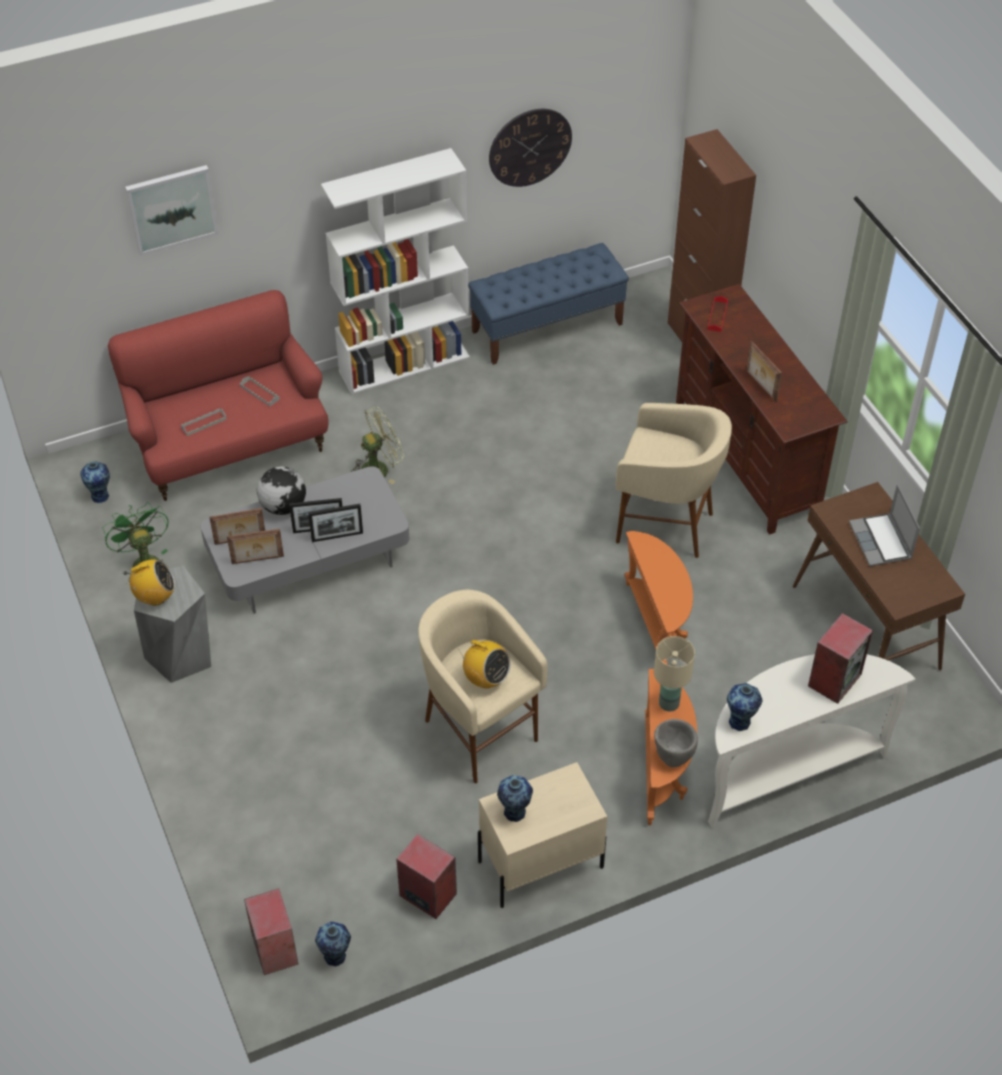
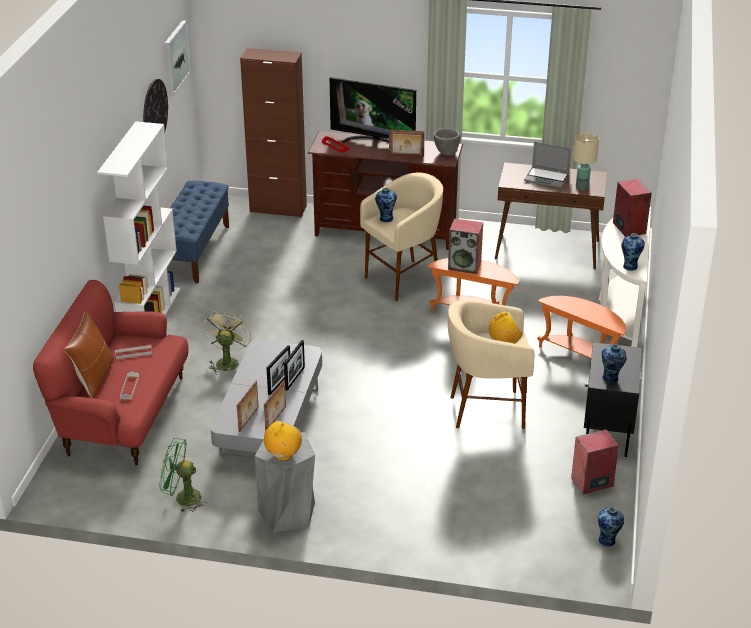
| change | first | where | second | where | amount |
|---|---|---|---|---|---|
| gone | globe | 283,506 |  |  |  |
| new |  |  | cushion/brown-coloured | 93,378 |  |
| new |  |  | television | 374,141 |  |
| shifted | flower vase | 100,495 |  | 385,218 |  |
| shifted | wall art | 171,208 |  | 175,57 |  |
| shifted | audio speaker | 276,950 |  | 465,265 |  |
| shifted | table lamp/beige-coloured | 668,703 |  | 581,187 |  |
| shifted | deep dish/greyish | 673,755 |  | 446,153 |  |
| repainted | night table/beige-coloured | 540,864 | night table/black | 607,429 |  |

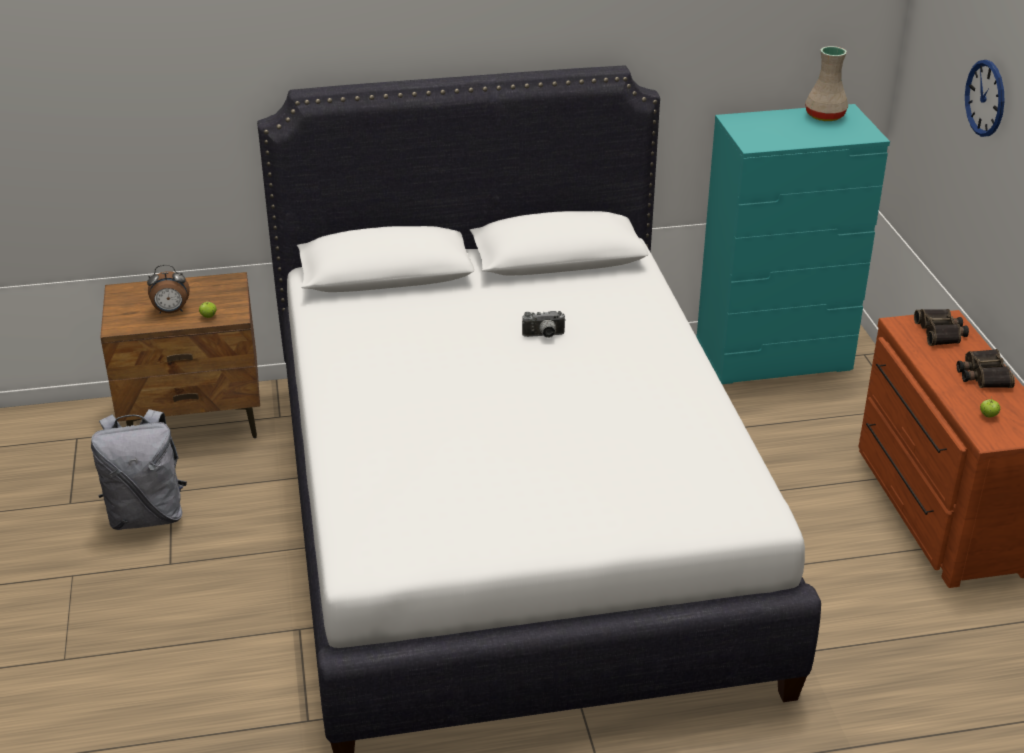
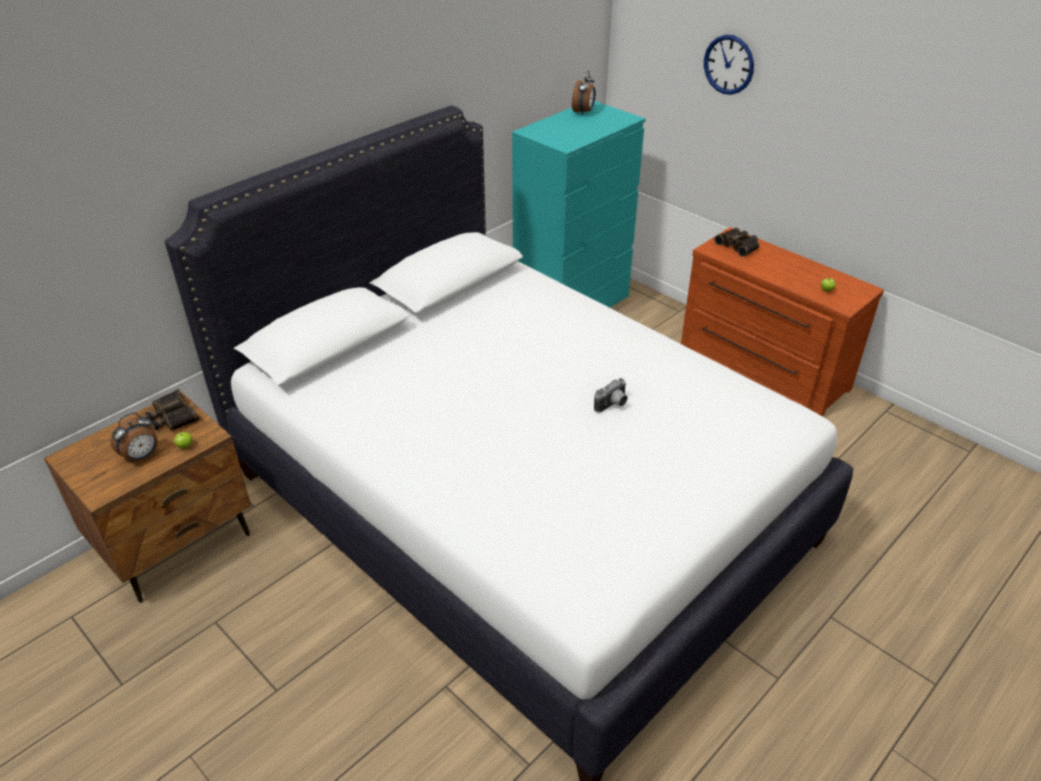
| change | first | where | second | where | amount |
|---|---|---|---|---|---|
| gone | knapsack/greyish | 147,515 |  |  |  |
| shifted | still camera | 544,336 |  | 613,405 |  |
| shifted | binoculars | 982,375 |  | 172,416 |  |
| swapped | flower vase/beige-coloured | 824,115 | bedside clock | 583,112 |  |

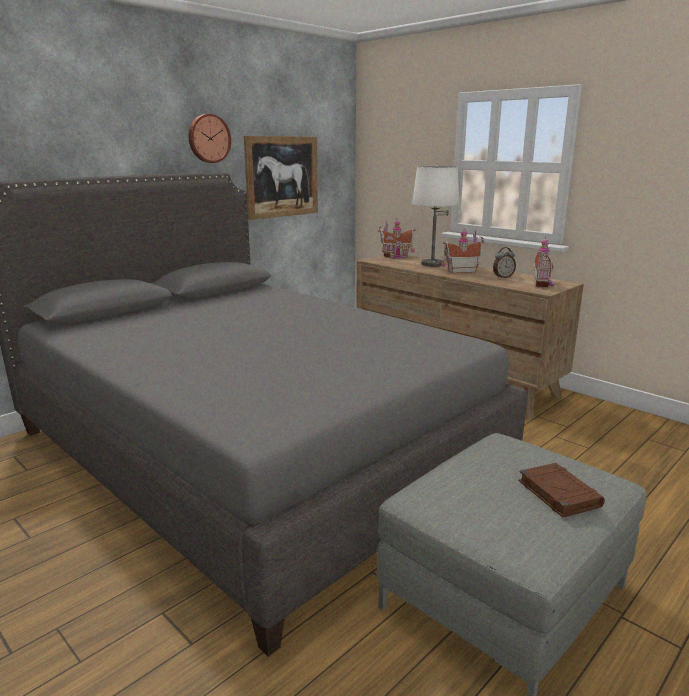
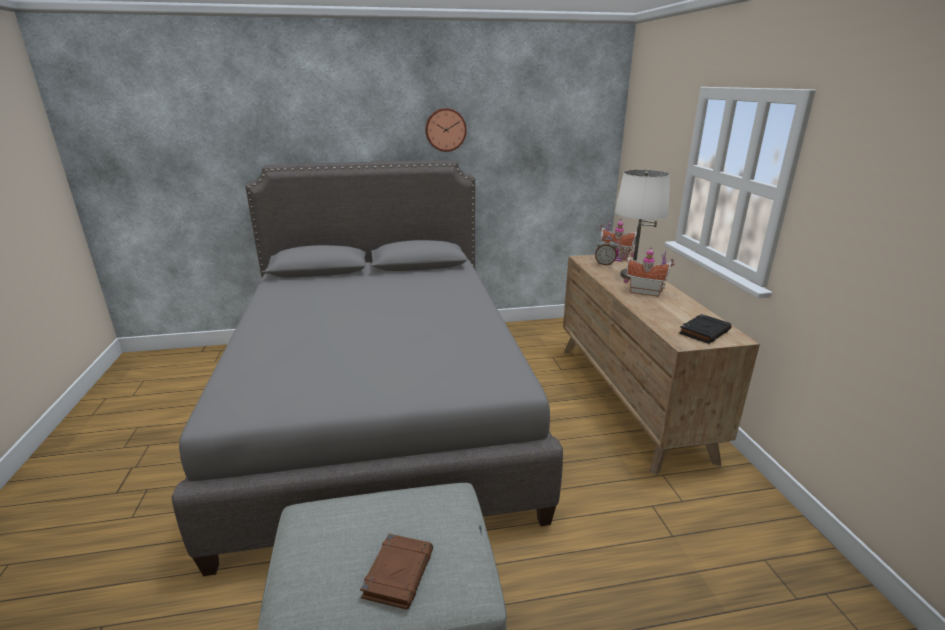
| change | first | where | second | where | amount |
|---|---|---|---|---|---|
| gone | wall art | 282,177 |  |  |  |
| shifted | bedside clock | 503,277 |  | 604,264 |  |
| swapped | model house | 543,284 | volume/black | 704,332 |  |

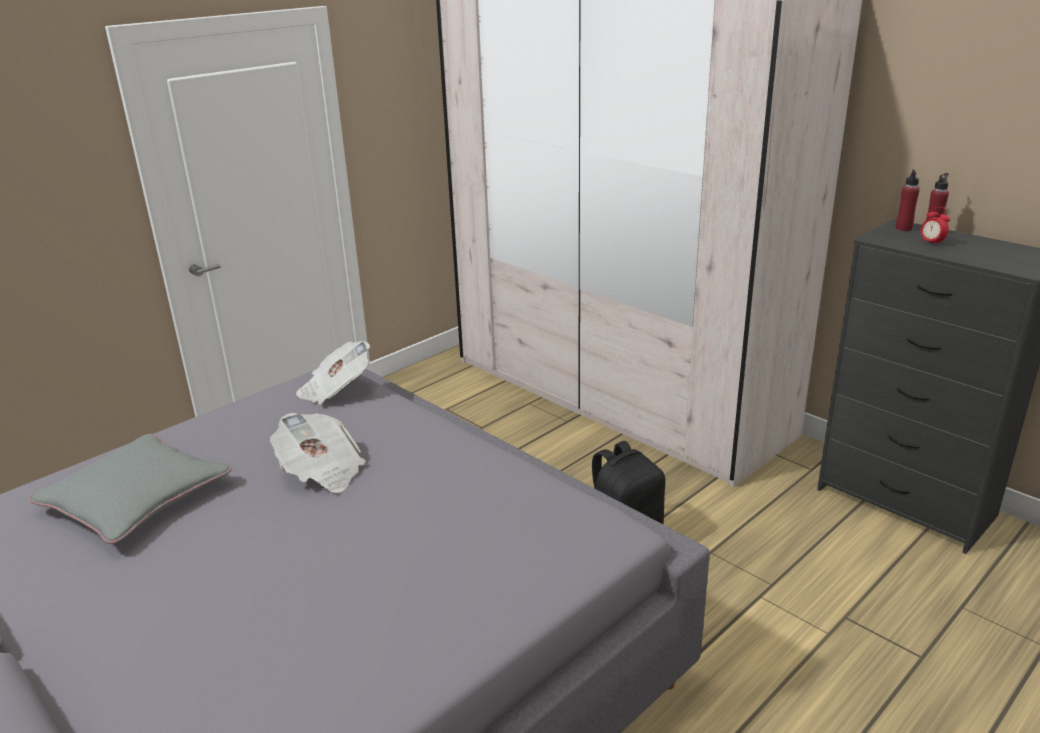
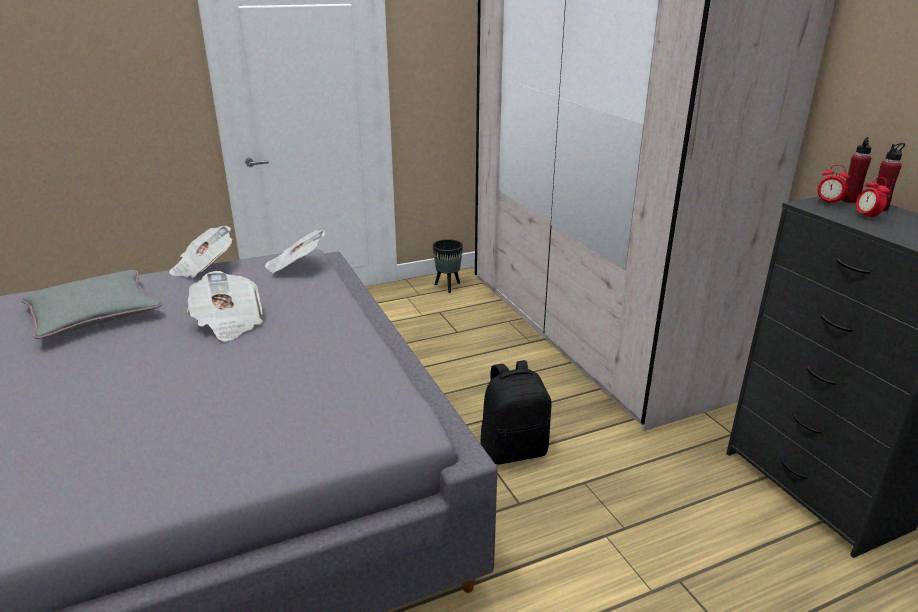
| change | first | where | second | where | amount |
|---|---|---|---|---|---|
| new |  |  | printed paper | 203,268 |  |
| new |  |  | plant pot/black | 448,286 |  |
| new |  |  | bedside clock | 828,203 |  |

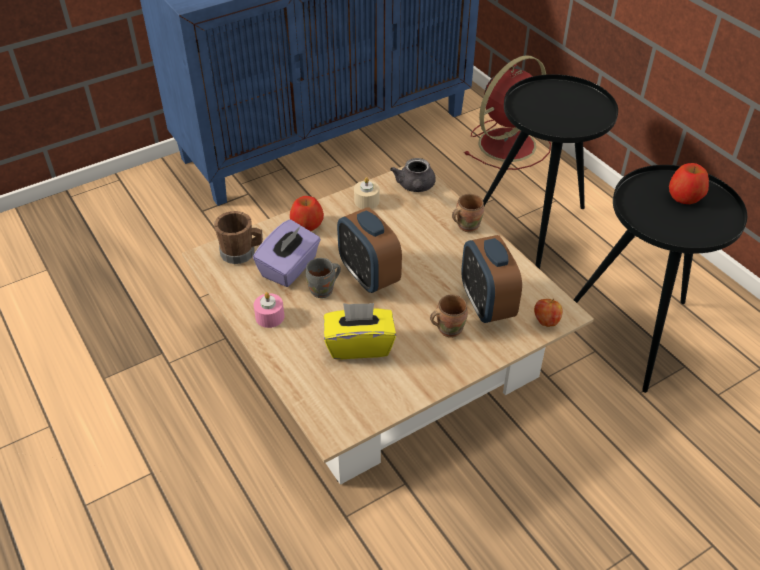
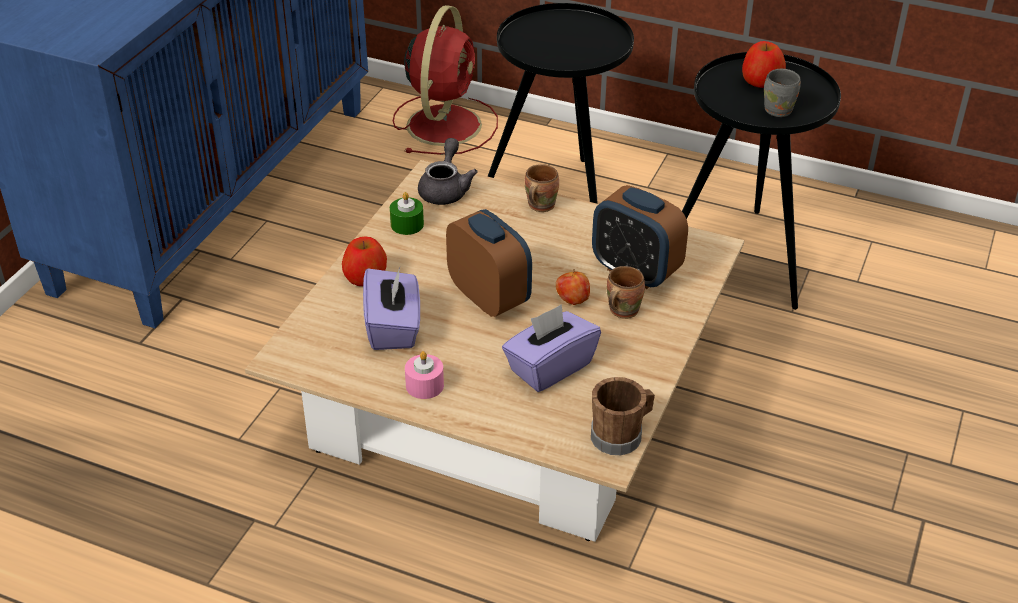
| change | first | where | second | where | amount |
|---|---|---|---|---|---|
| shifted | tea mug/brown-coloured | 242,253 |  | 621,435 |  |
| shifted | tea mug/greyish | 324,291 |  | 780,110 |  |
| shifted | whole apple | 546,321 |  | 572,300 |  |
| repainted | tissue holder/yellowish | 359,345 | tissue holder/purplish | 550,367 |  |
| repainted | wax candle/beige-coloured | 366,201 | wax candle/green-coloured | 407,224 |  |
| rotated | bedside clock | 369,276 |  | 489,297 | 150 degrees counterclockwise |
| rotated | teapot/greyish | 415,187 |  | 446,189 | 135 degrees counterclockwise |

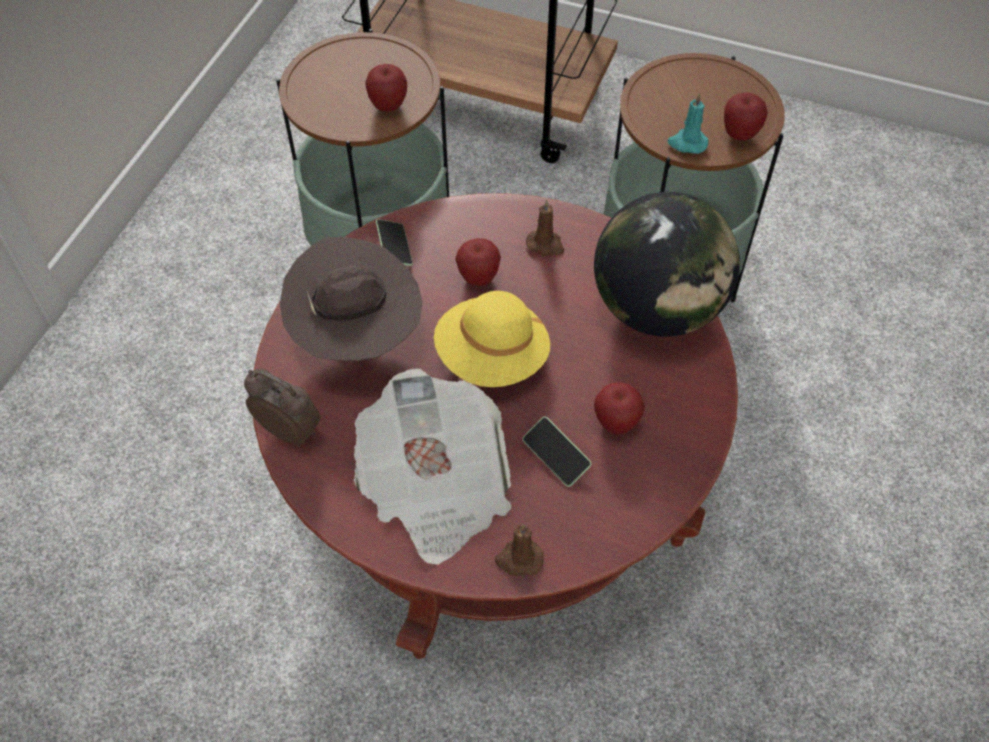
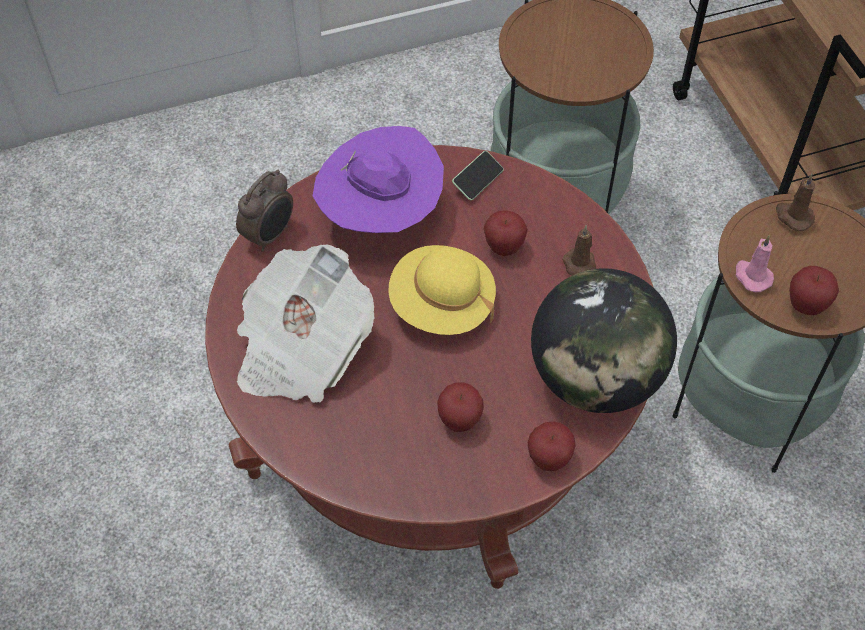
| change | first | where | second | where | amount |
|---|---|---|---|---|---|
| gone | telephone | 556,456 |  |  |  |
| shifted | whole apple | 388,106 |  | 549,460 |  |
| shifted | wax candle/brown-coloured | 519,559 |  | 793,216 |  |
| repainted | wearable hat/brown-coloured | 357,335 | wearable hat/purplish | 381,215 |  |
| repainted | wax candle/turquoise-coloured | 687,143 | wax candle/pinkish | 752,276 |  |
| rotated | bedside clock | 290,430 |  | 270,235 | 45 degrees clockwise |

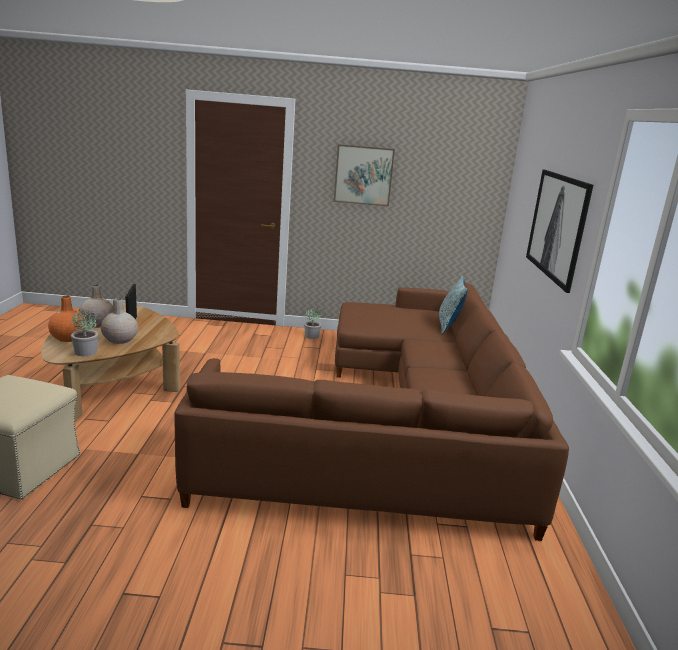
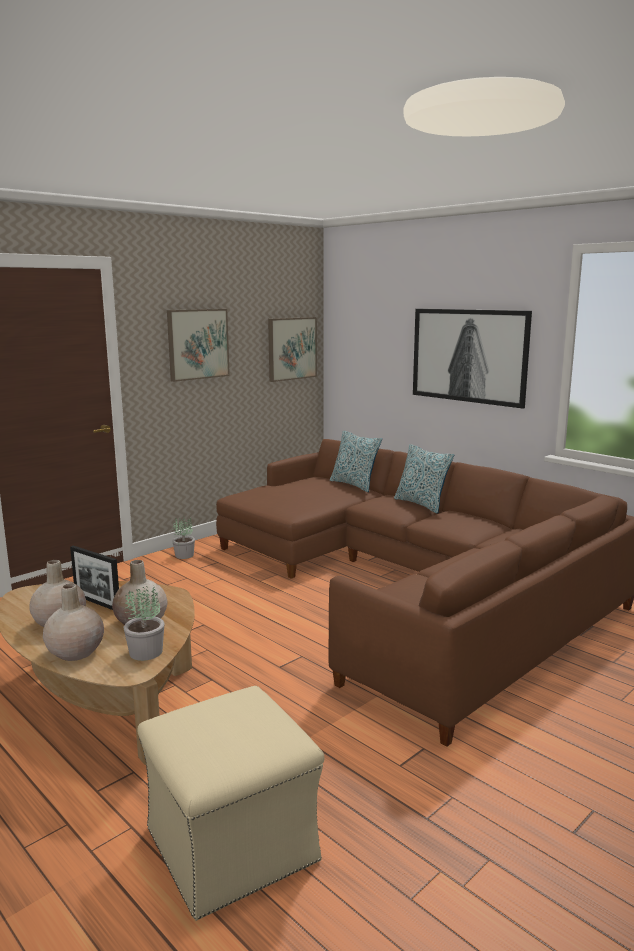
| change | first | where | second | where | amount |
|---|---|---|---|---|---|
| new |  |  | wall art | 291,348 |  |
| new |  |  | cushion | 421,504 |  |
| repainted | flower vase/orange | 68,338 | flower vase/beige-coloured | 75,652 |  |

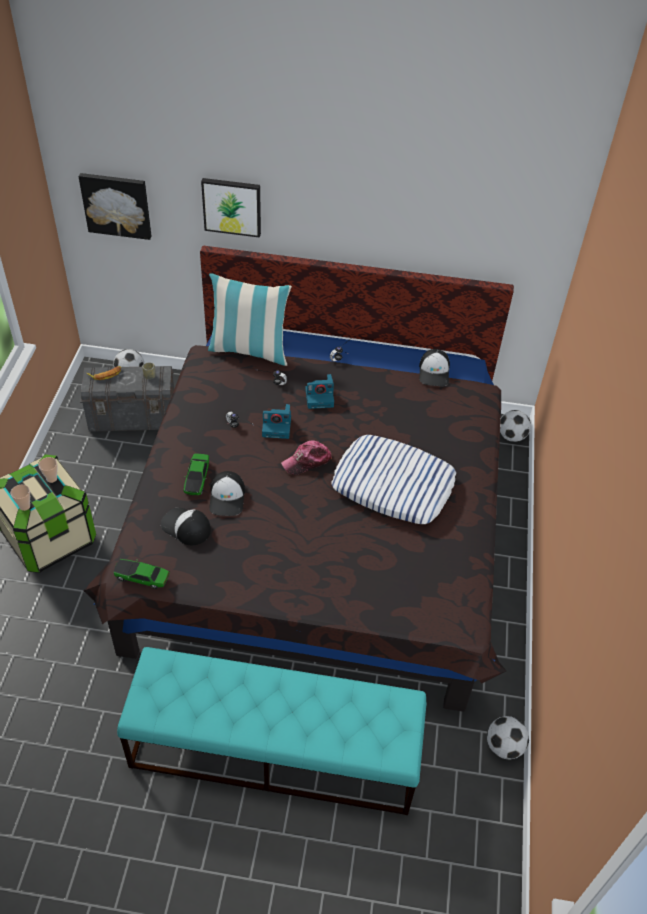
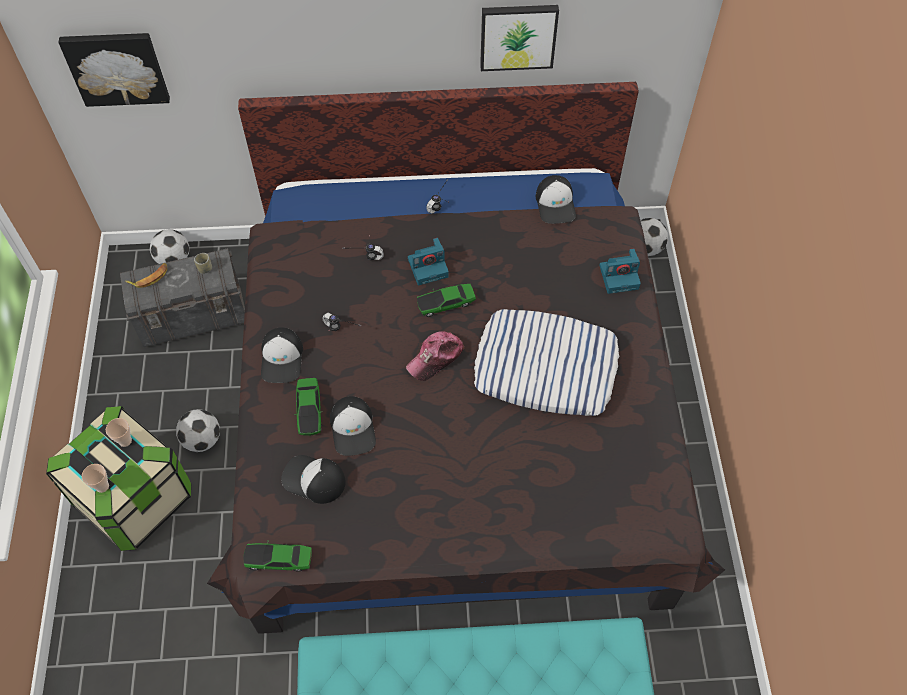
| change | first | where | second | where | amount |
|---|---|---|---|---|---|
| gone | cushion | 249,350 |  |  |  |
| new |  |  | cap | 282,359 |  |
| new |  |  | miniature car | 446,304 |  |
| shifted | wall art | 232,206 |  | 518,36 |  |
| shifted | still camera | 277,427 |  | 619,276 |  |
| shifted | ball for football | 504,746 |  | 202,440 |  |

